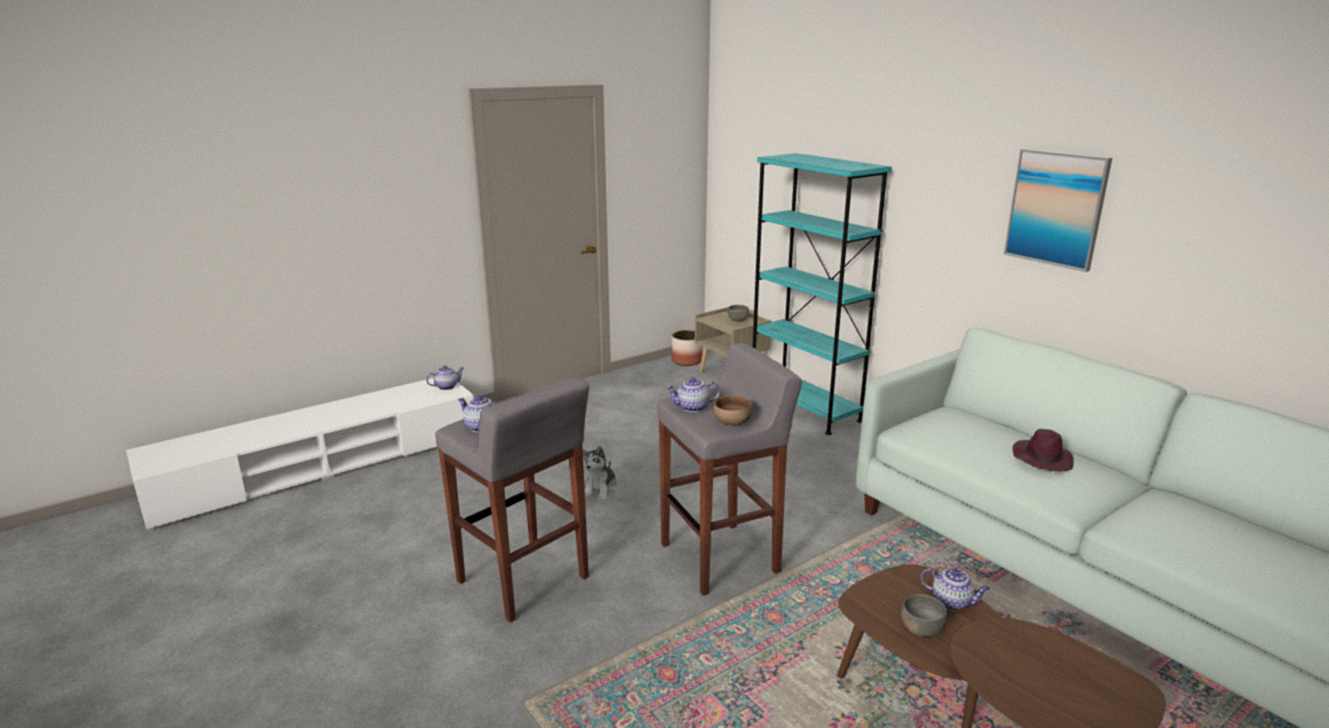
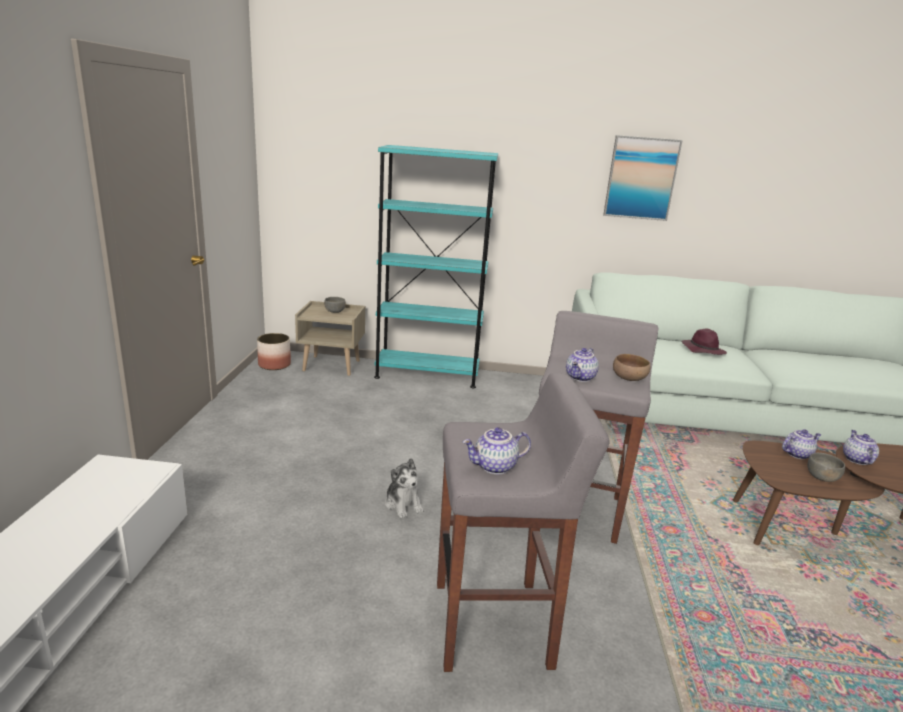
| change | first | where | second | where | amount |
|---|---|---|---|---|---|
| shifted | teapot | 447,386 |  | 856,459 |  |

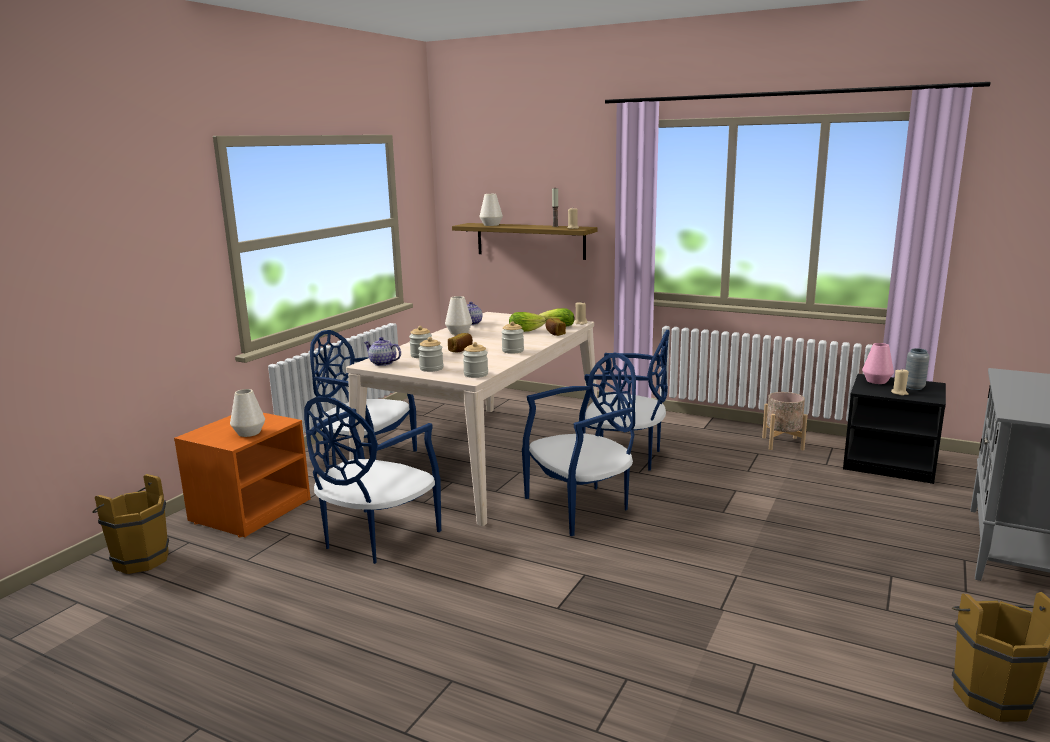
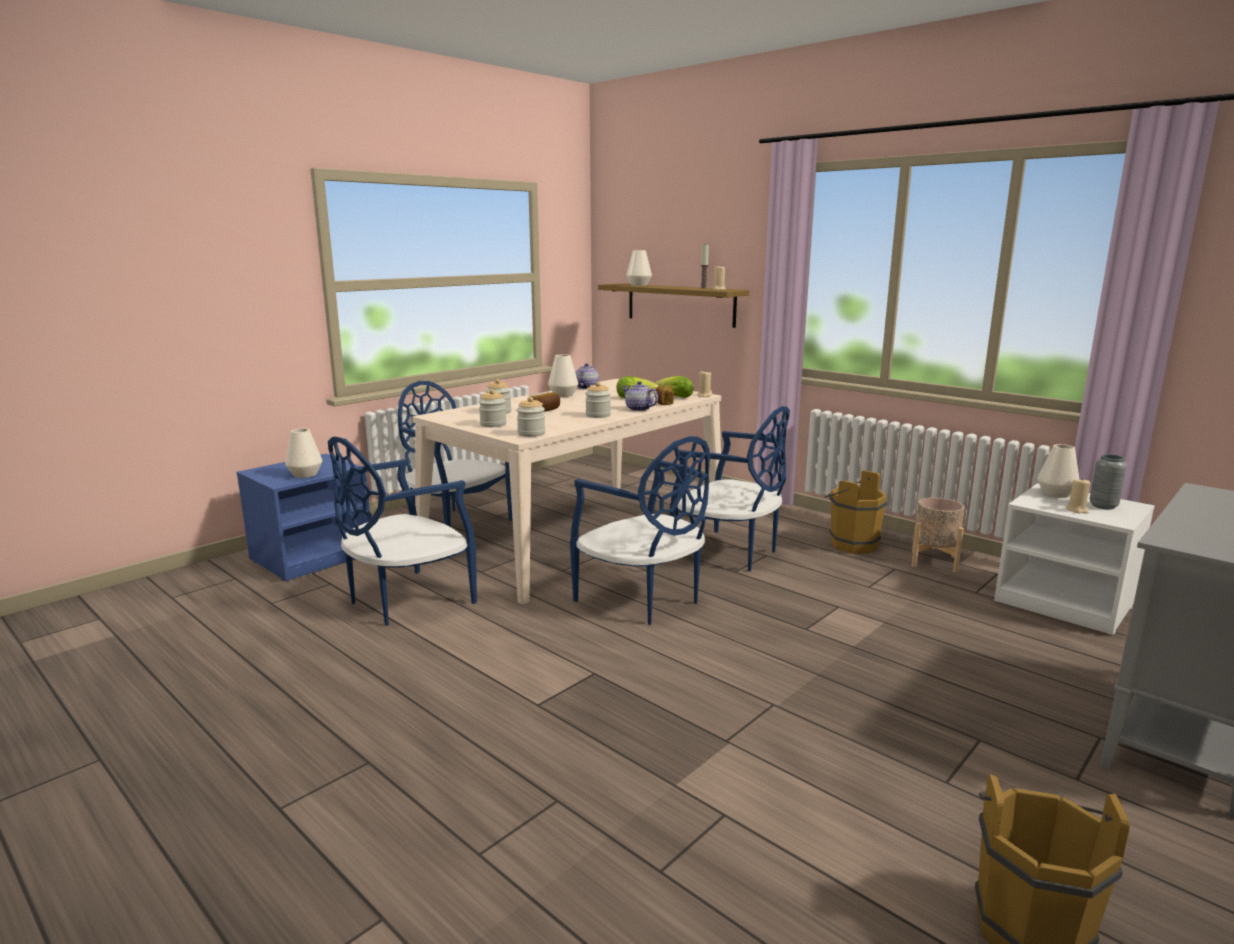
| change | first | where | second | where | amount |
|---|---|---|---|---|---|
| shifted | water bucket/brown-coloured | 139,559 |  | 850,544 |  |
| shifted | teapot | 382,363 |  | 638,409 |  |
| repainted | night table/orange | 250,510 | night table/bluish | 312,556 |  |
| repainted | night table/black | 890,464 | night table/white-coloured | 1065,603 |  |
| repainted | flower vase/pinkish | 876,381 | flower vase/white-coloured | 1055,494 |  |
| rotated | upright chair/bluish | 581,507 |  | 643,599 | 60 degrees clockwise |

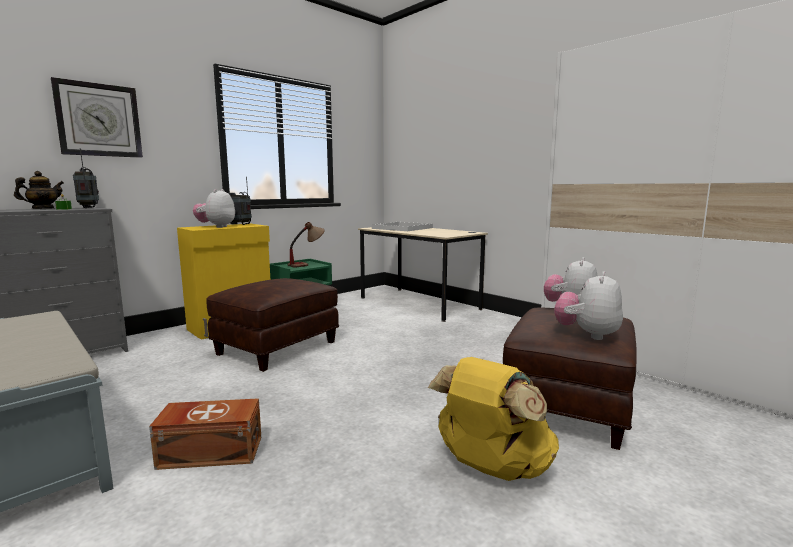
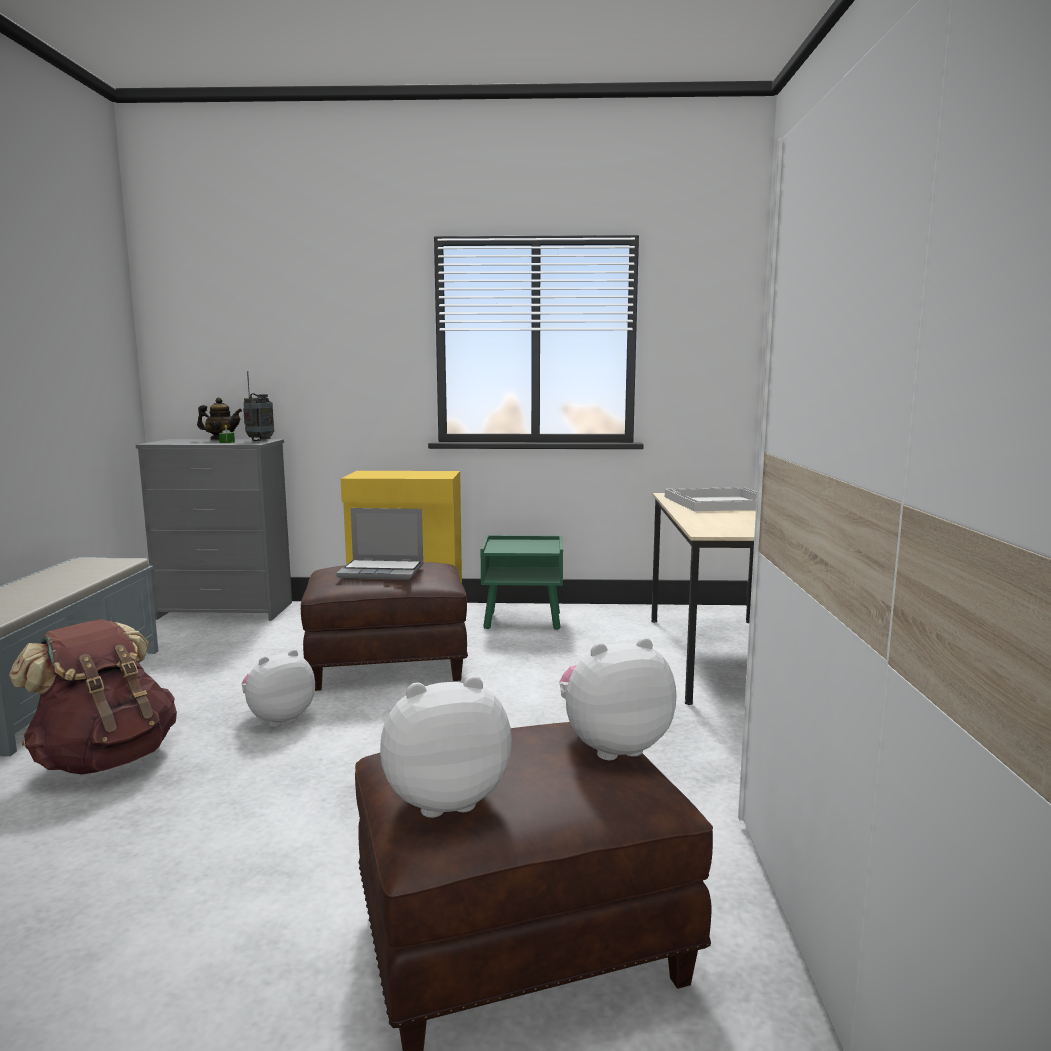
| change | first | where | second | where | amount |
|---|---|---|---|---|---|
| gone | hanging clock | 99,120 |  |  |  |
| gone | radio set | 241,224 |  |  |  |
| gone | table lamp | 307,264 |  |  |  |
| gone | knapsack/yellowish | 491,468 |  |  |  |
| new |  |  | laptop | 383,571 |  |
| shifted | cuddly toy | 216,227 |  | 278,718 |  |
| swapped | storage container/brown-coloured | 210,451 | knapsack/brown-coloured | 105,759 |  |

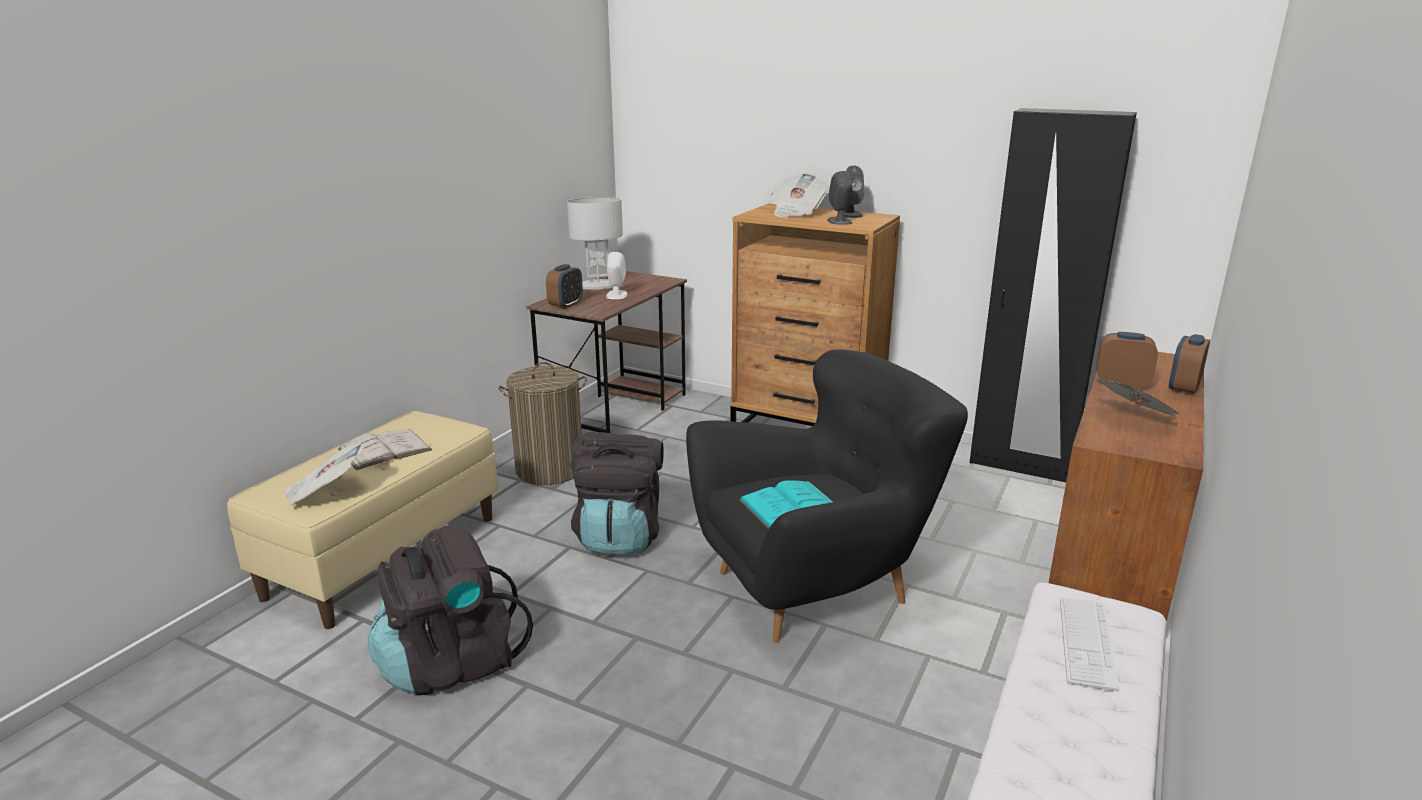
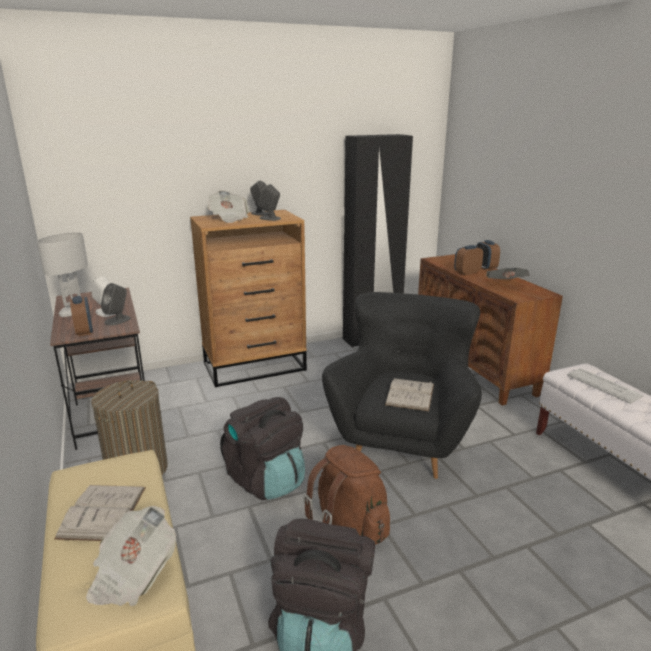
| change | first | where | second | where | amount |
|---|---|---|---|---|---|
| new |  |  | audio speaker/greyish | 118,320 |  |
| new |  |  | knapsack/brown-coloured | 349,525 |  |
| repainted | volume/turquoise-coloured | 790,505 | volume/white-coloured | 410,394 |  |

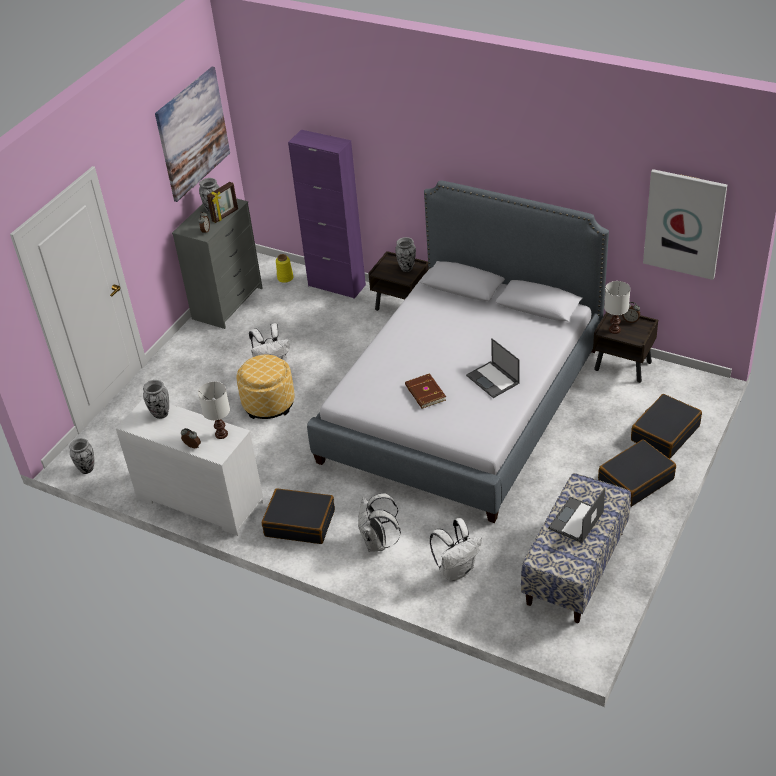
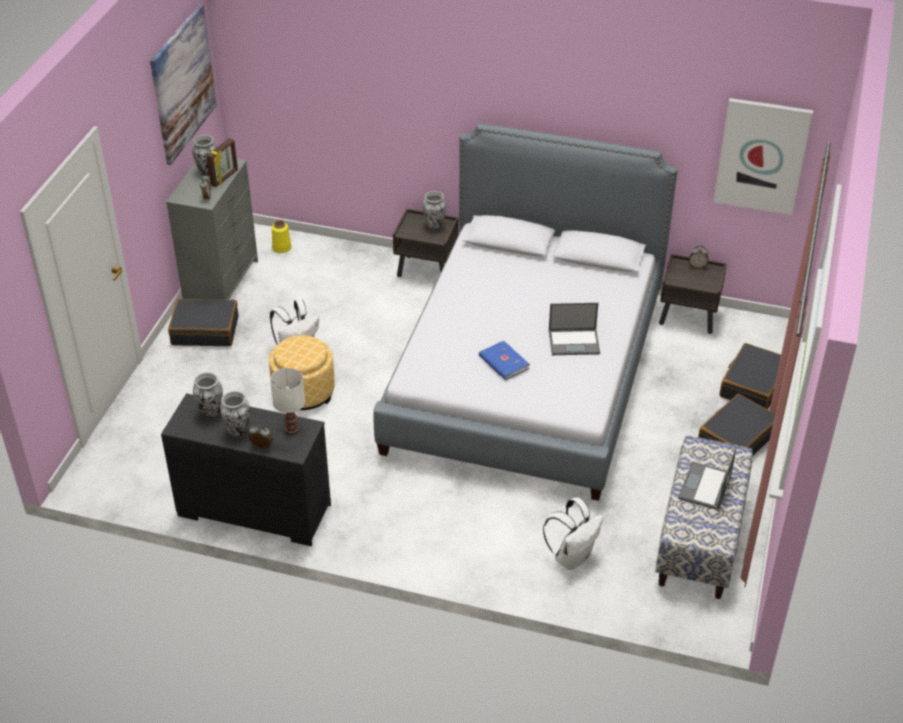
| change | first | where | second | where | amount |
|---|---|---|---|---|---|
| gone | cupboard/purplish | 336,285 |  |  |  |
| gone | knapsack/white-coloured | 377,543 |  |  |  |
| gone | table lamp/white-coloured | 614,330 |  |  |  |
| shifted | flower vase | 87,469 |  | 238,431 |  |
| shifted | suitcase/black | 300,523 |  | 205,330 |  |
| repainted | drawer chest/white-coloured | 199,501 | drawer chest/black | 253,511 |  |
| repainted | volume/brown-coloured | 425,393 | volume/bluish | 503,363 |  |
| rotated | laptop | 493,380 |  | 574,342 | 45 degrees counterclockwise |

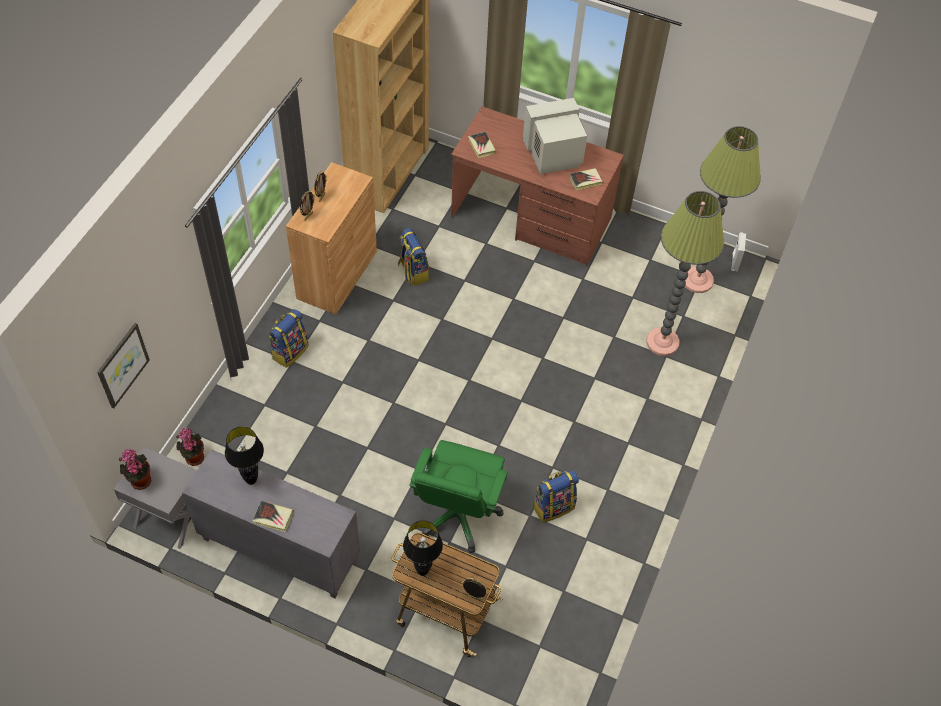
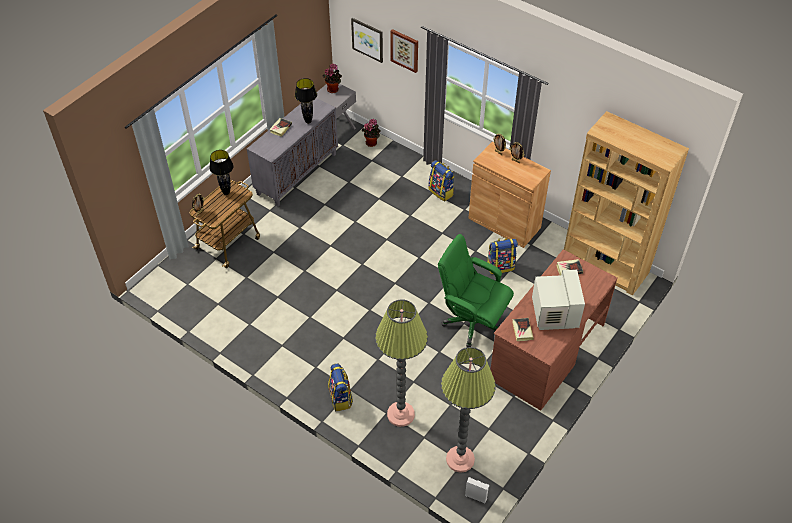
| change | first | where | second | where | amount |
|---|---|---|---|---|---|
| new |  |  | wall art | 405,50 |  |
| shifted | desk chair/green-coloured | 458,514 |  | 472,322 |  |
| shifted | knapsack | 553,506 |  | 341,398 |  |

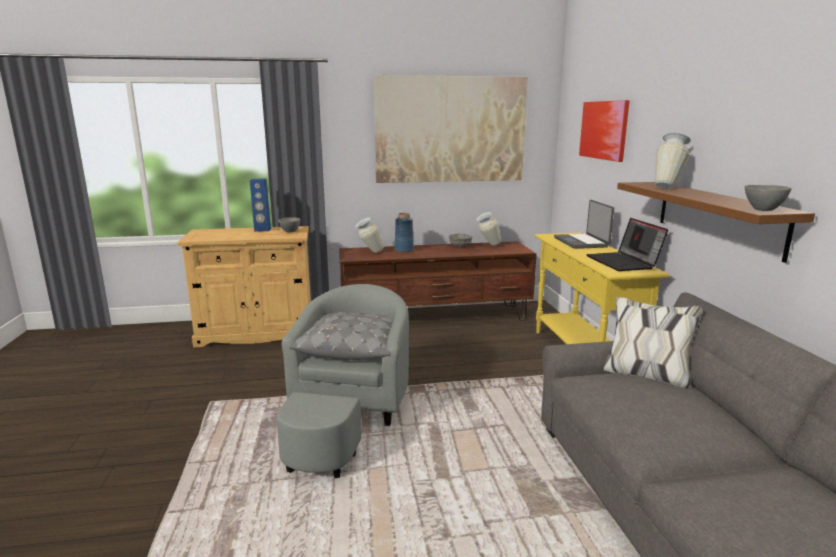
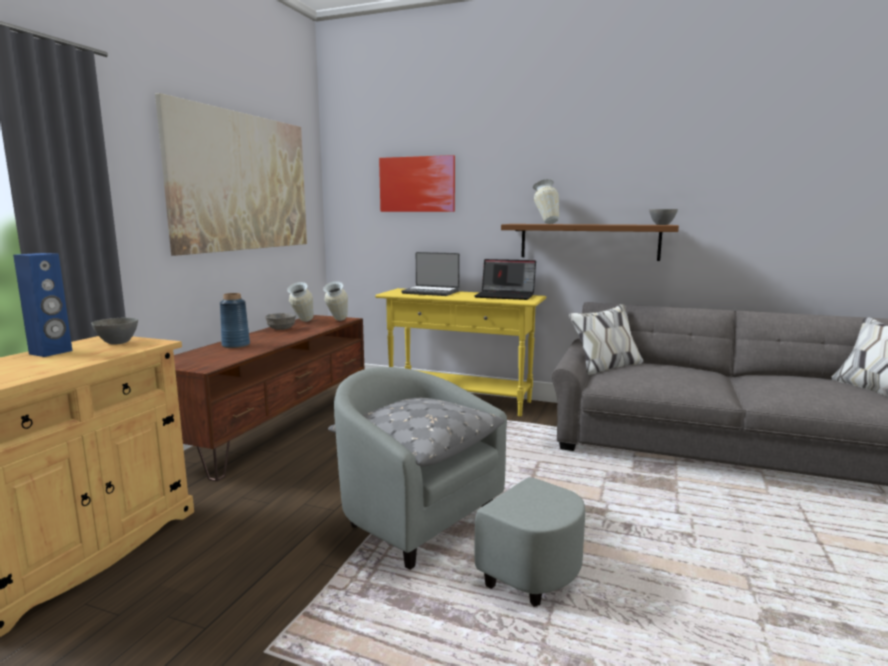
| change | first | where | second | where | amount |
|---|---|---|---|---|---|
| shifted | flower vase | 369,253 |  | 336,321 |  |

